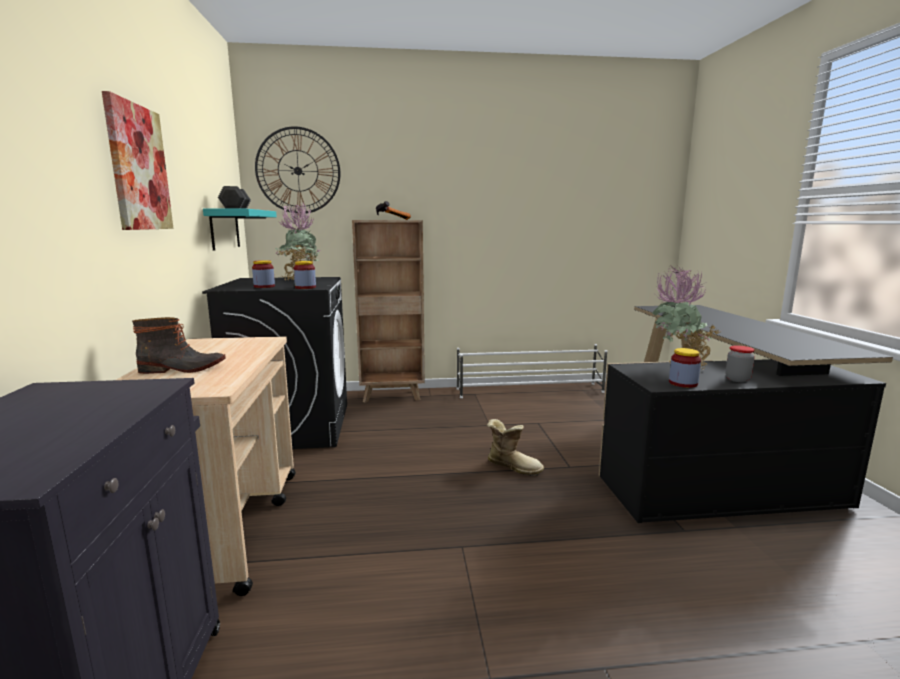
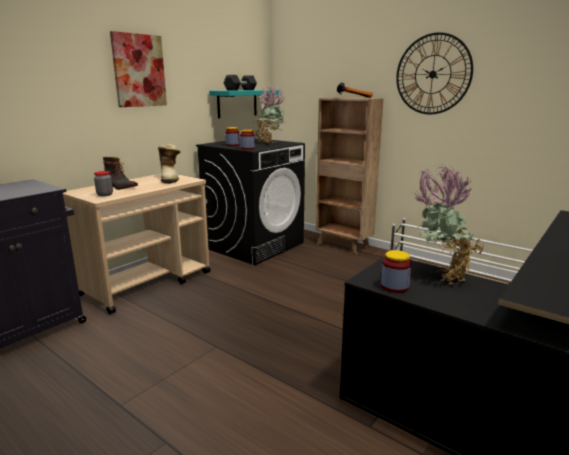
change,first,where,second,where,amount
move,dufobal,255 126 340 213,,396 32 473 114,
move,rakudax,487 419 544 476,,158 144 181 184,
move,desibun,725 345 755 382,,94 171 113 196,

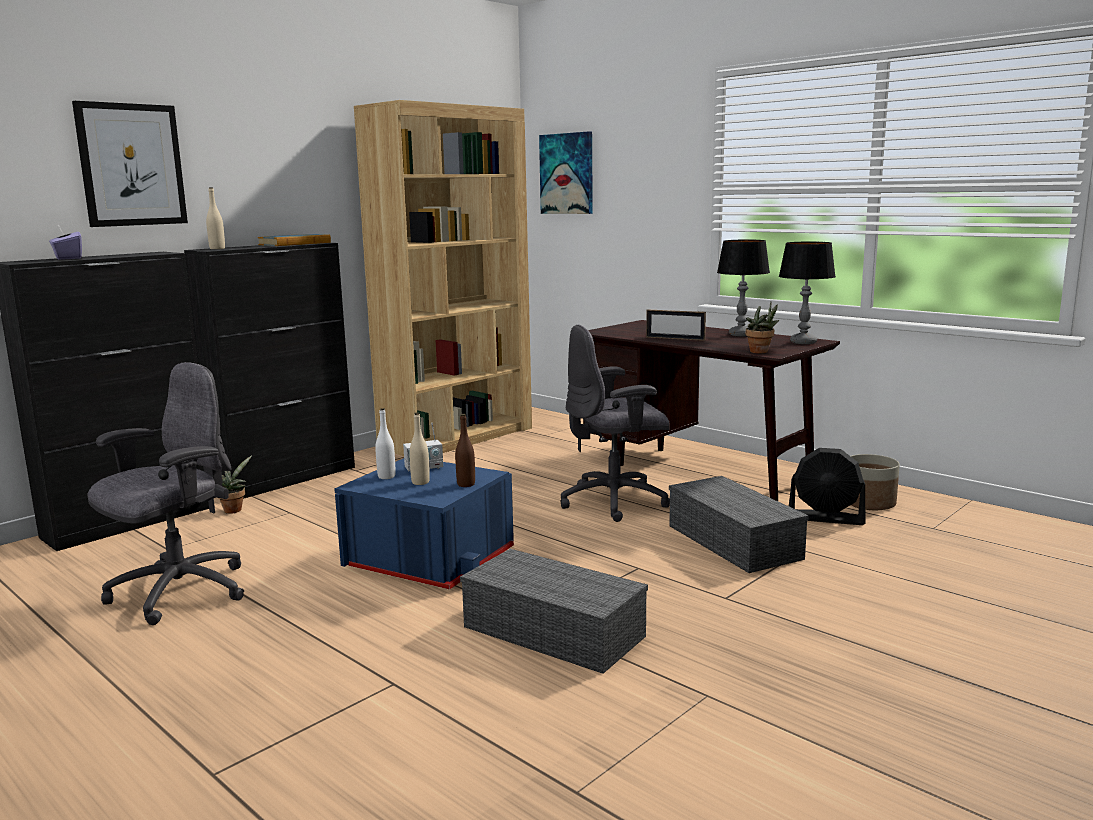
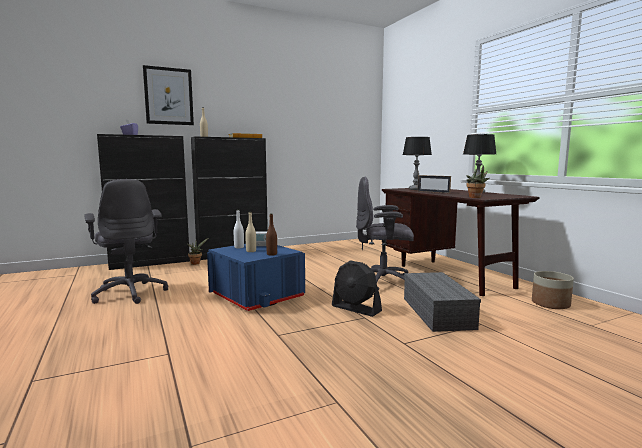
change,first,where,second,where,amount
rotate,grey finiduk,87 362 244 625,,84 179 168 304,90 degrees clockwise
delete,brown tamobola,354 100 532 456,,,
delete,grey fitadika,460 549 648 674,,,
delete,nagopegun,539 131 593 214,,,
move,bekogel,779 242 836 344,,403 137 432 190,
move,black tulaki,789 448 865 525,,332 260 382 317,

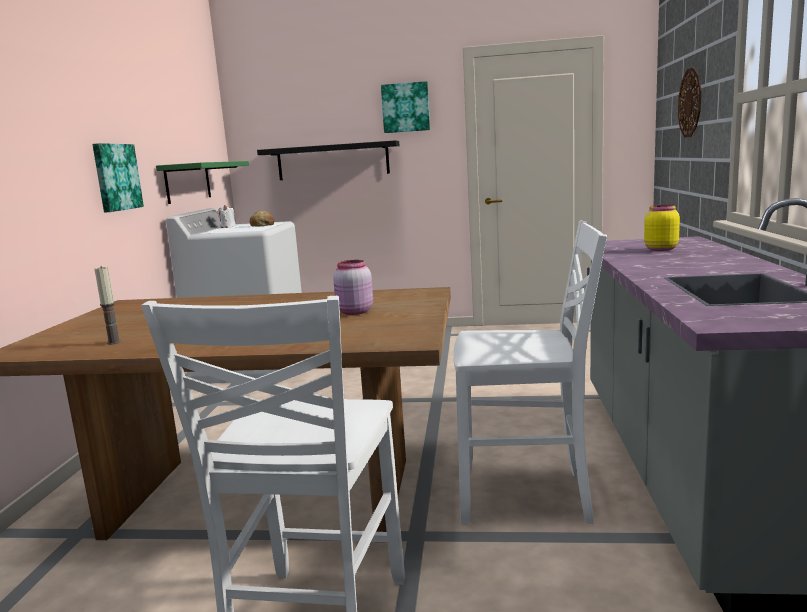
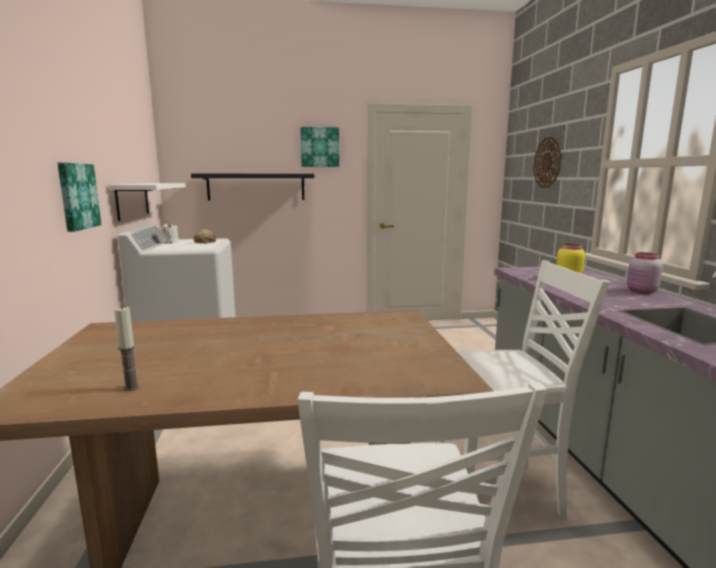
change,first,where,second,where,amount
recolor,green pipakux,156 161 249 204,white pipakux,109 183 186 221,
move,pink desibun,333 260 373 315,,627 252 663 294,

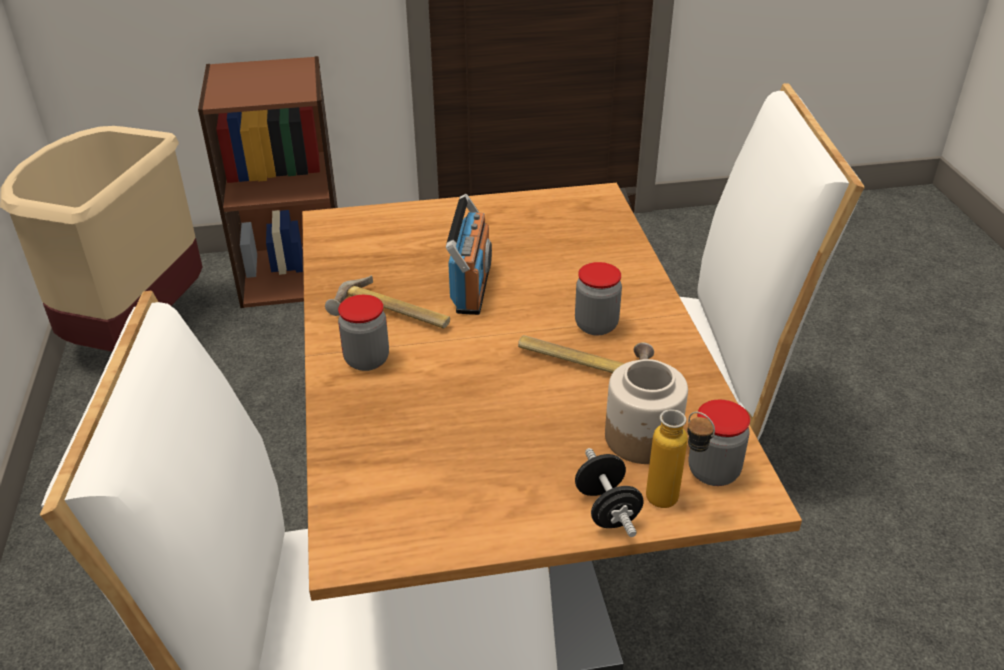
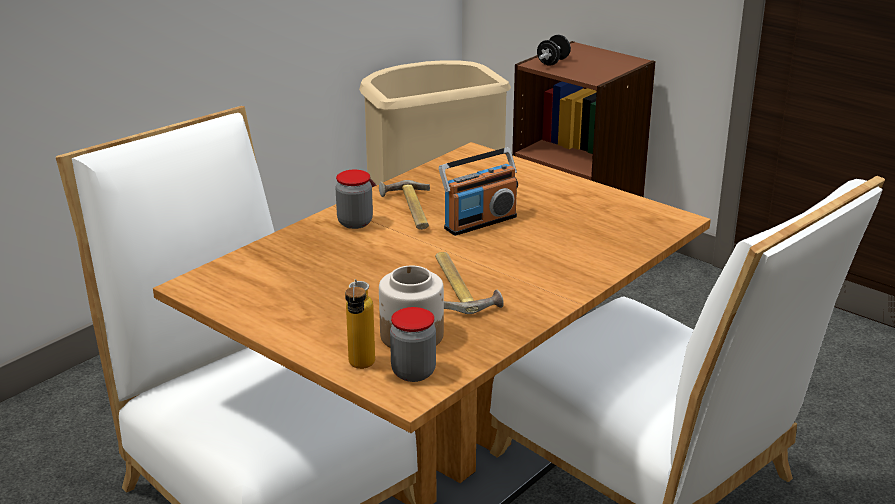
change,first,where,second,where,amount
delete,desibun,575 262 622 335,,,
move,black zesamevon,575 448 644 537,,537 35 571 66,

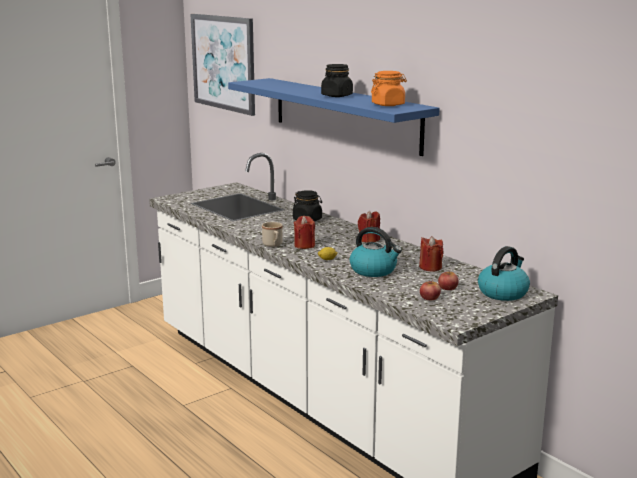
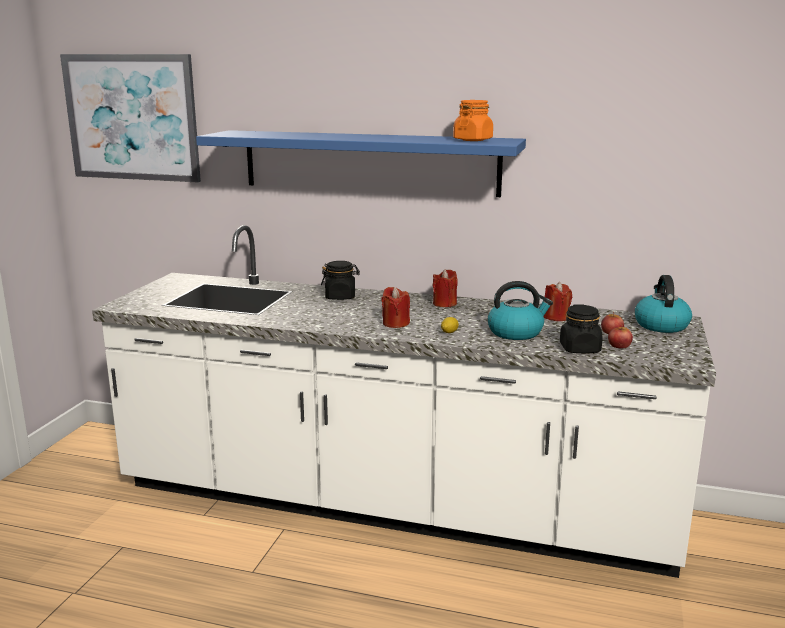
change,first,where,second,where,amount
delete,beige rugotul,262 222 283 247,,,
move,black desibun,321 64 353 97,,560 305 602 353,

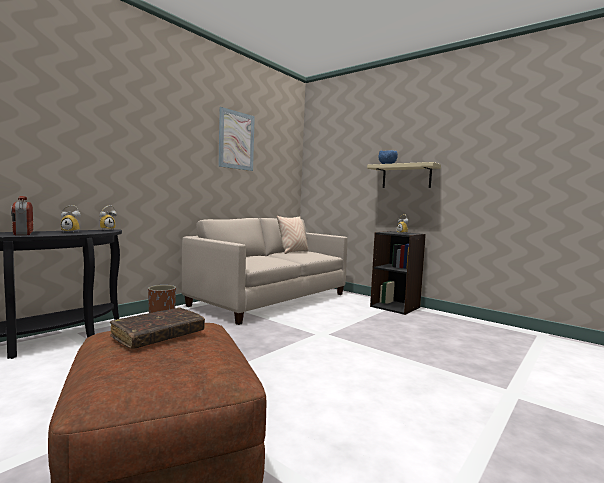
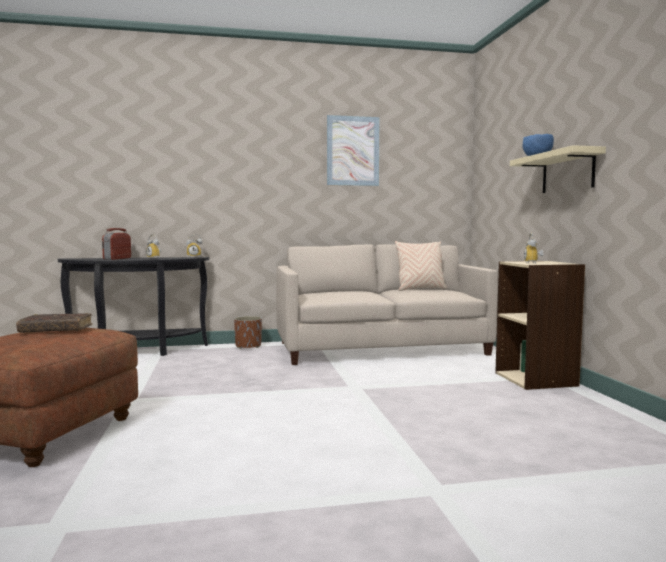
change,first,where,second,where,amount
recolor,black tamobola,370 231 426 315,beige tamobola,495 261 585 390,

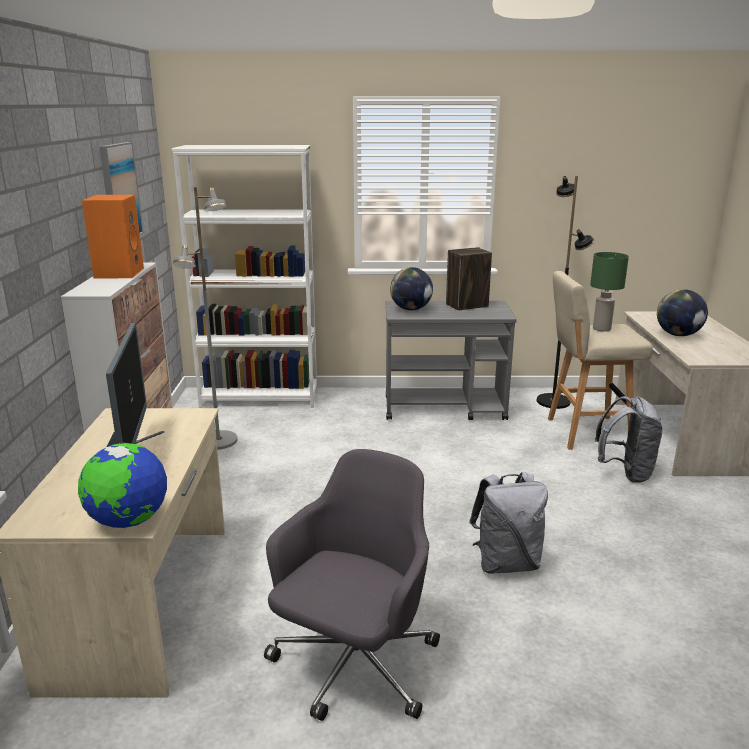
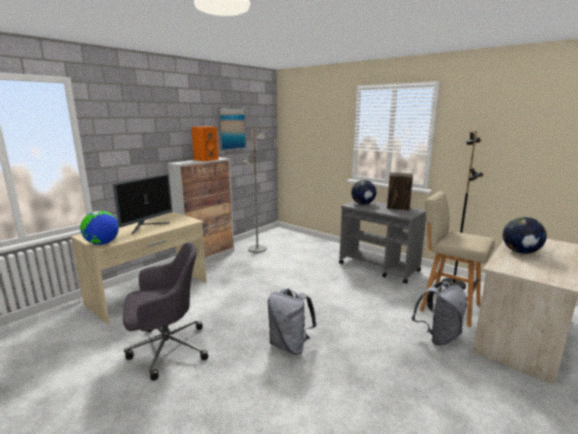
change,first,where,second,where,amount
delete,white tamobola,172 145 317 408,,,
delete,green bekogel,590 252 629 332,,,

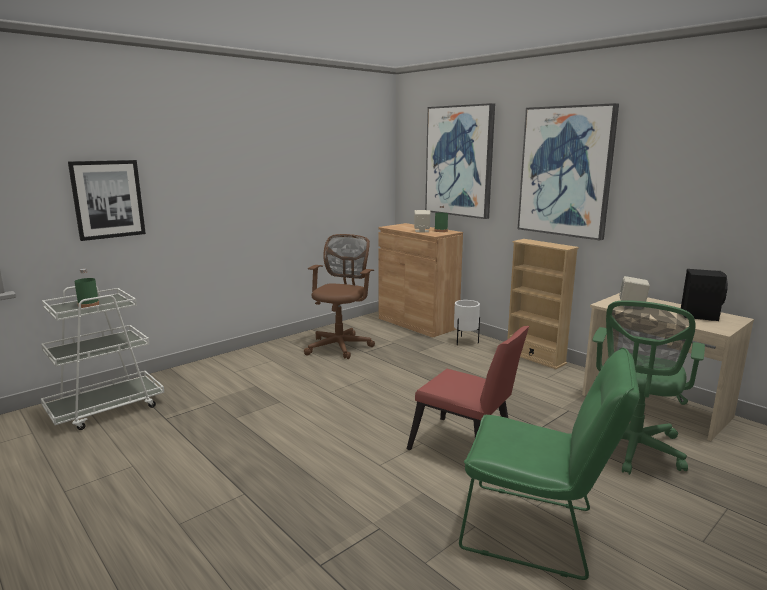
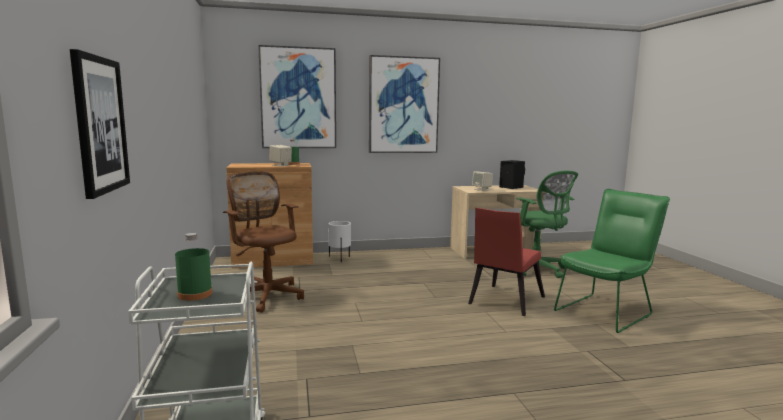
change,first,where,second,where,amount
rotate,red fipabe,407 326 529 450,,468 208 545 316,150 degrees clockwise
delete,beige tamobola,507 239 579 369,,,

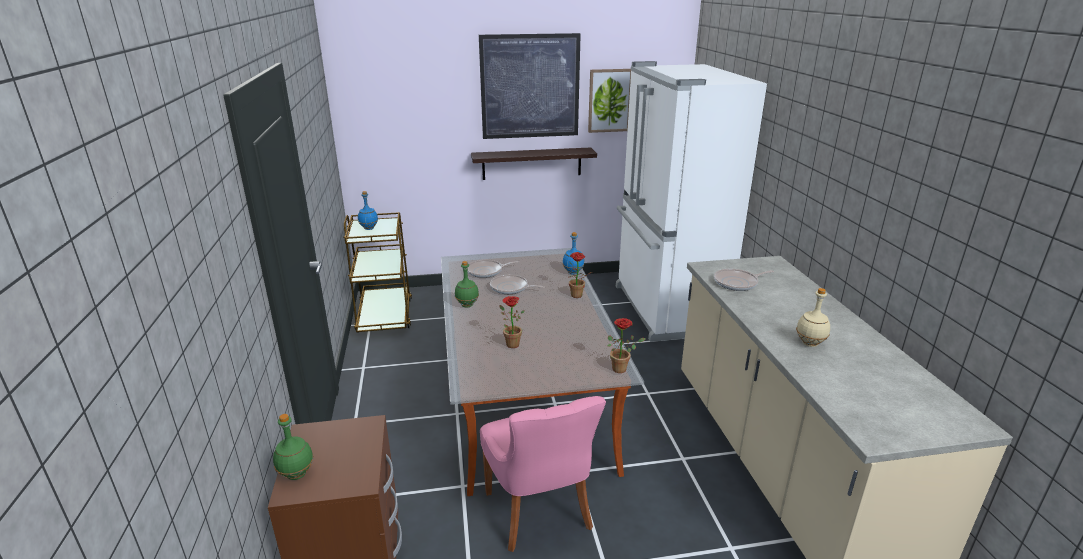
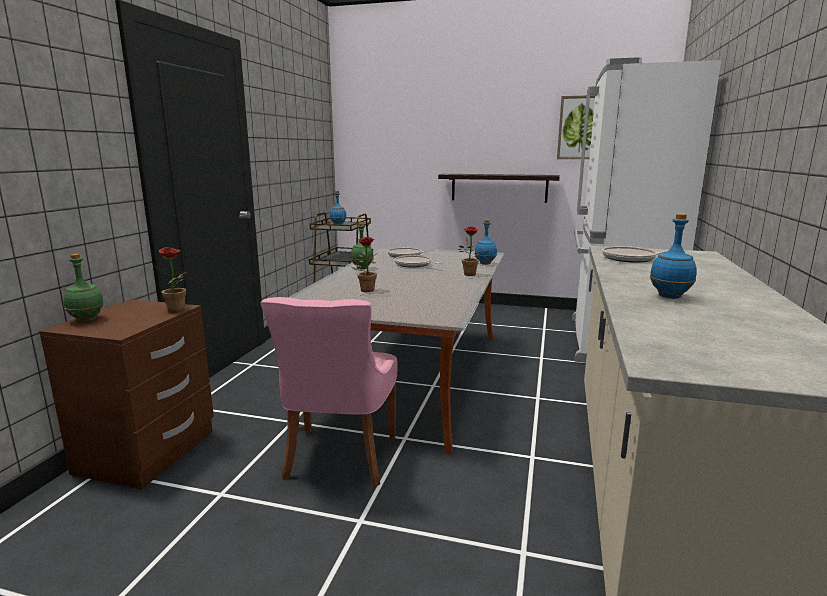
change,first,where,second,where,amount
delete,nagopegun,479 33 581 139,,,
move,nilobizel,608 318 646 373,,154 247 187 312,
recolor,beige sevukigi,796 288 830 347,blue sevukigi,650 214 697 299,

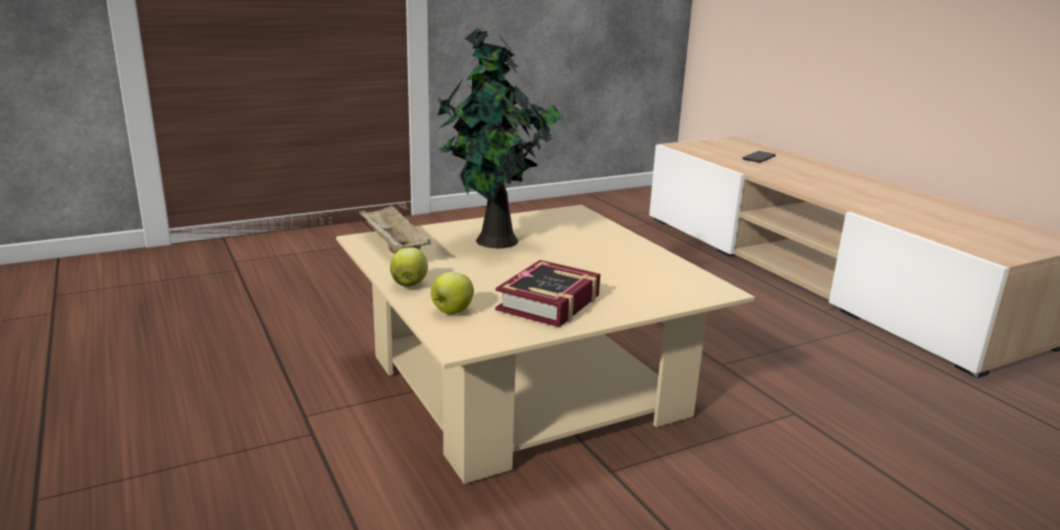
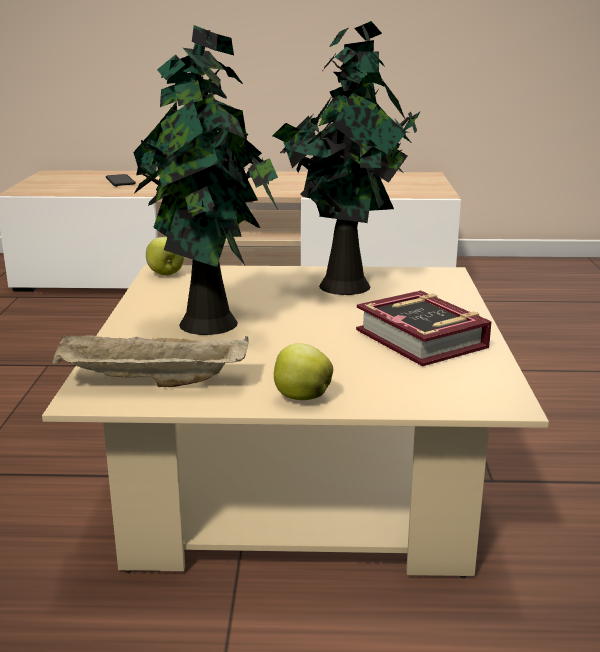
change,first,where,second,where,amount
move,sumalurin,431 272 474 314,,146 237 184 275,
insert,,,nilobizel,273 21 420 295,

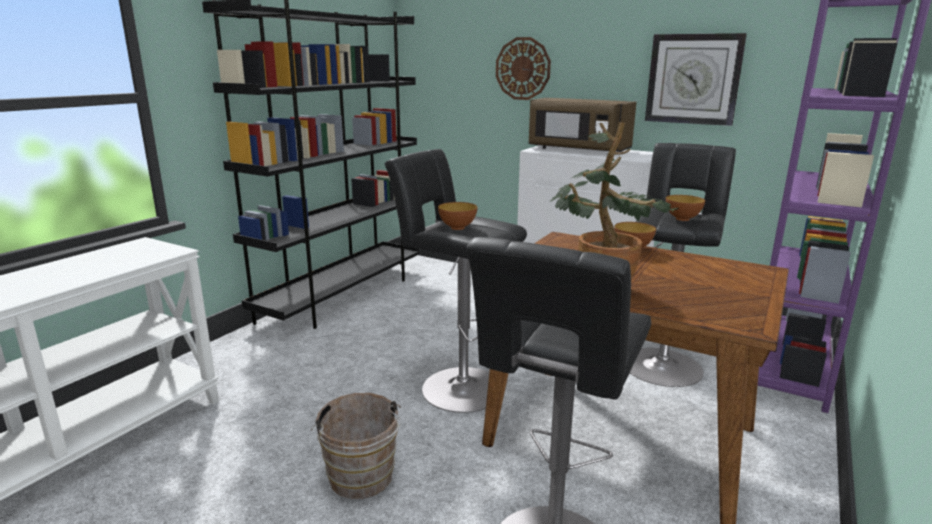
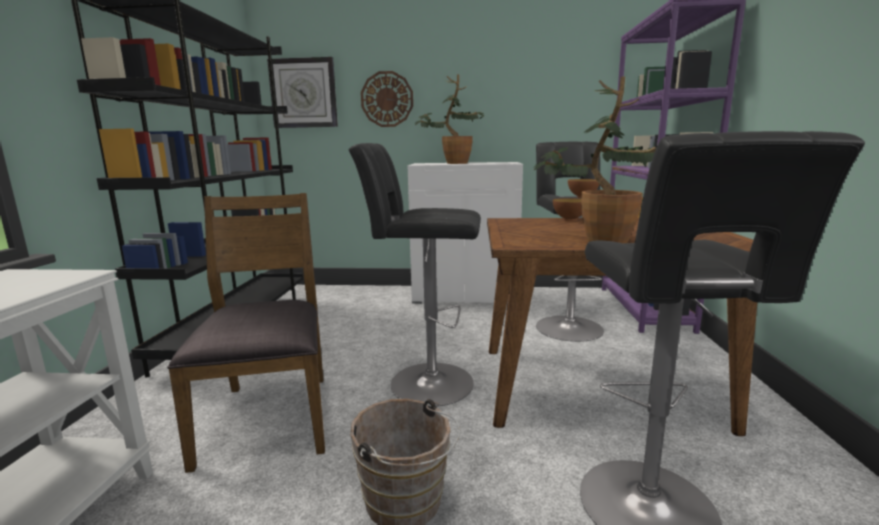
change,first,where,second,where,amount
delete,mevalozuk,438 202 477 230,,,
replace,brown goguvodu,529 98 636 152,nilobizel,414 74 484 164,
move,dufobal,645 33 747 126,,267 57 338 128,
insert,,,brown fipabe,167 193 325 473,

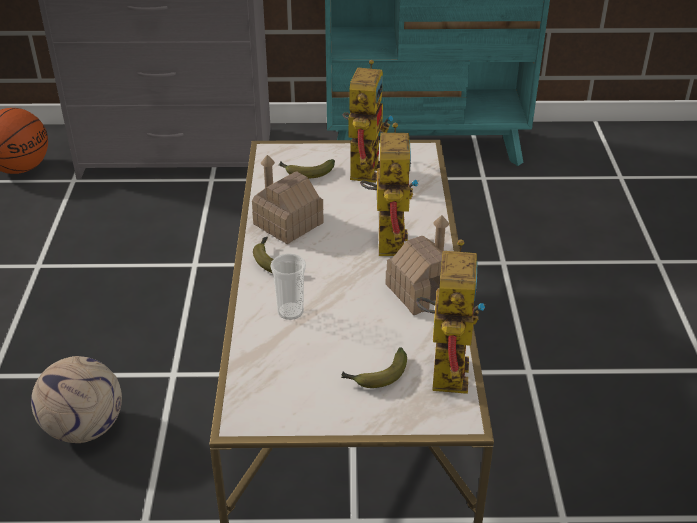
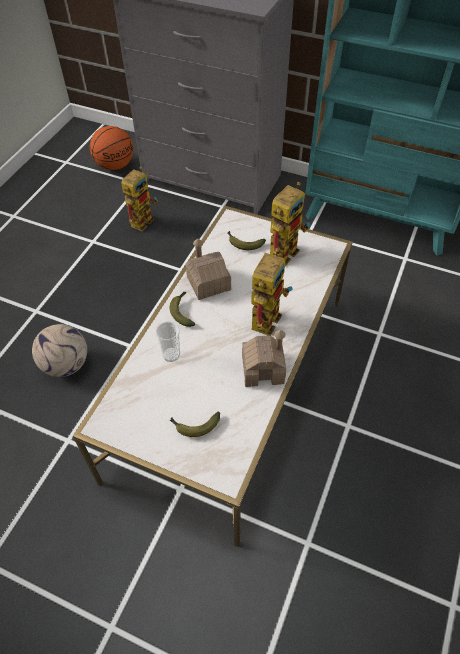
change,first,where,second,where,amount
move,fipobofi,416 239 486 394,,121 166 158 232,

